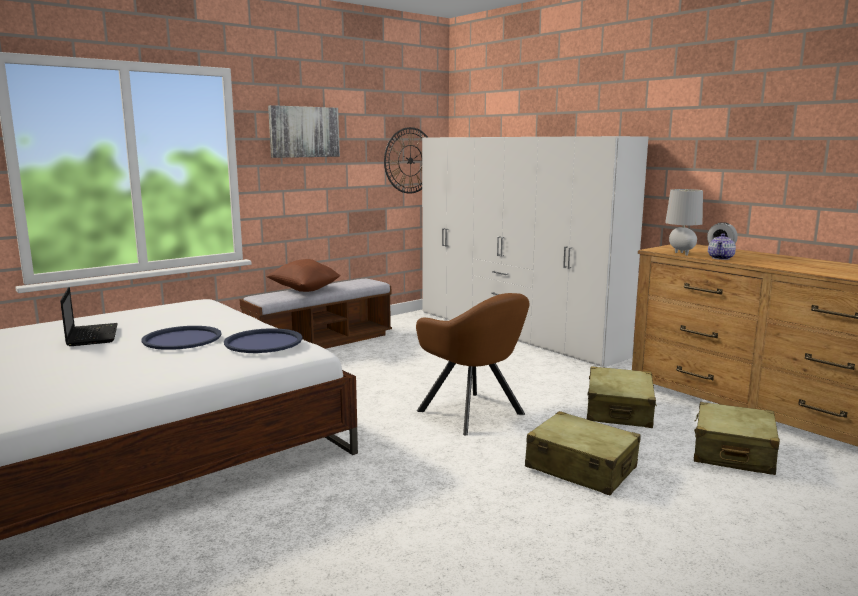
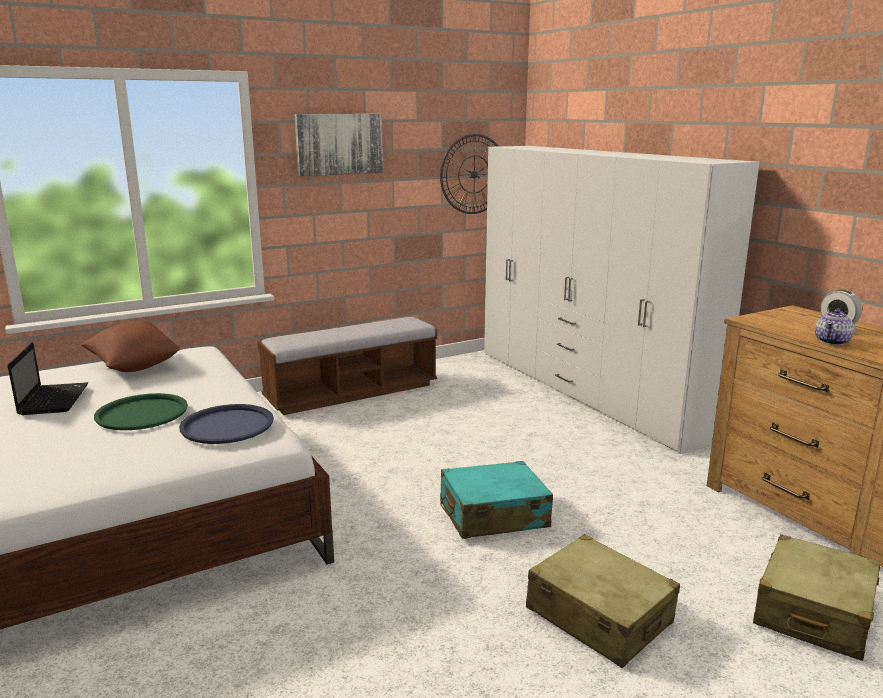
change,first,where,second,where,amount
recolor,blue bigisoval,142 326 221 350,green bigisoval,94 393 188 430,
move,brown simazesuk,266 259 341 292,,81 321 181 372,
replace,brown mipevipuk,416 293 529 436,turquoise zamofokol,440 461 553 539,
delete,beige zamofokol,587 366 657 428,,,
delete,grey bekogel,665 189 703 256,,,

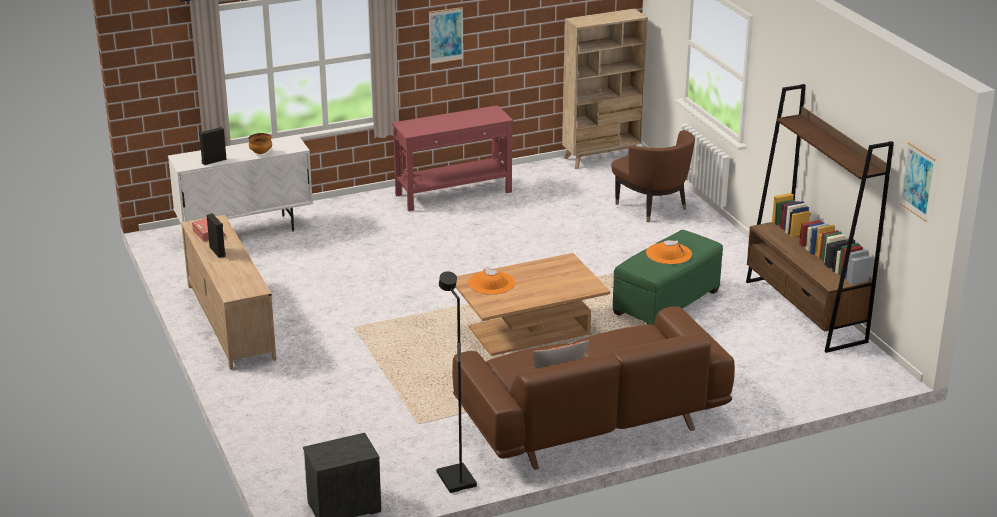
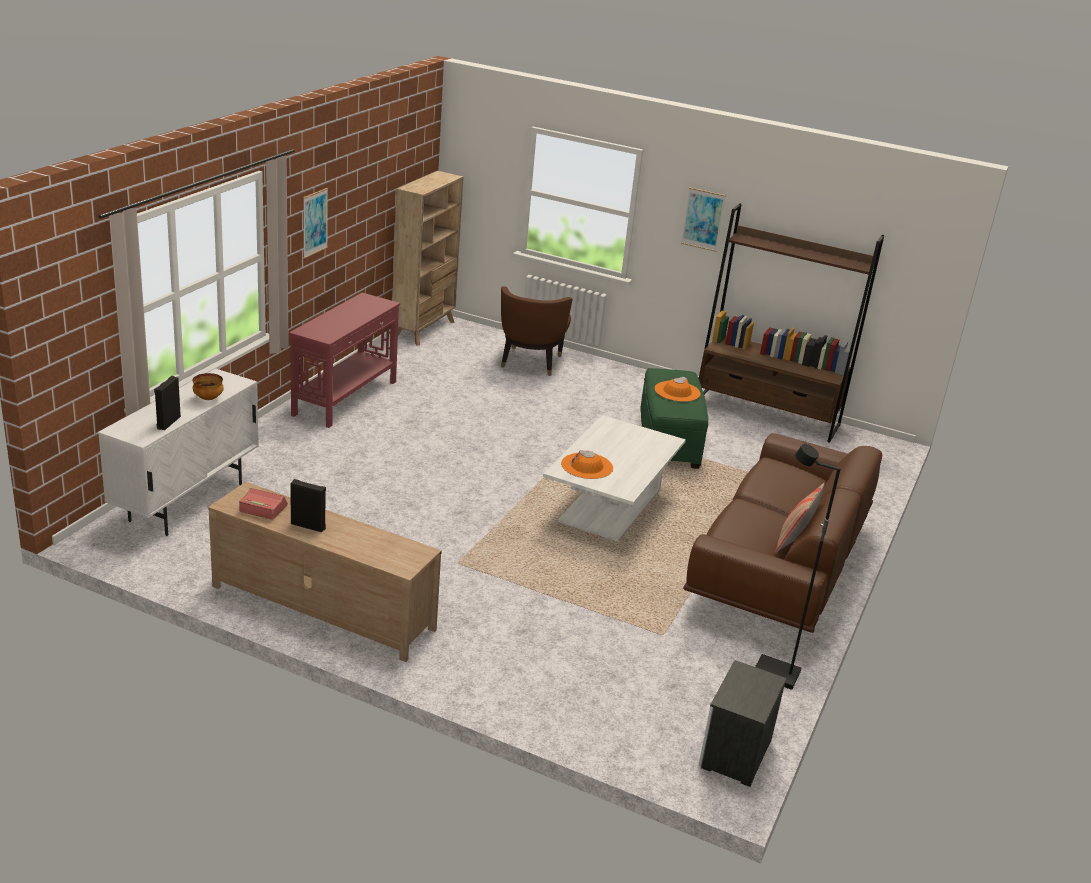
change,first,where,second,where,amount
recolor,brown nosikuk,455 253 610 356,white nosikuk,543 415 686 542,
rotate,brown mipevipuk,611 130 695 222,,501 286 572 376,90 degrees clockwise
move,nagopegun,899 142 936 222,,681 187 726 252,

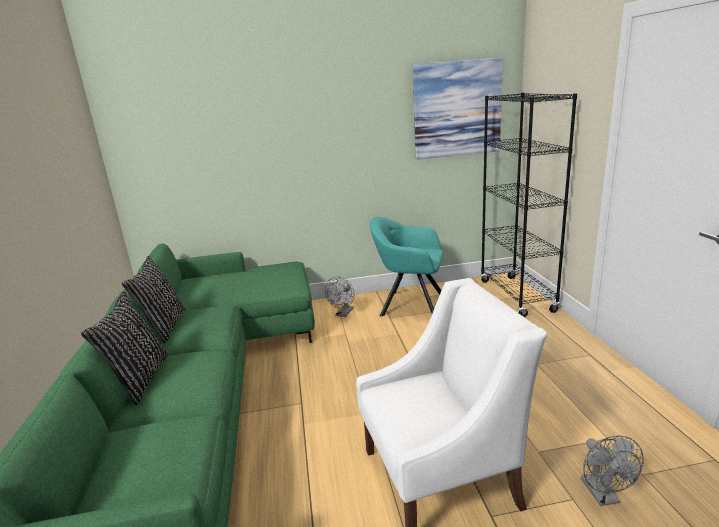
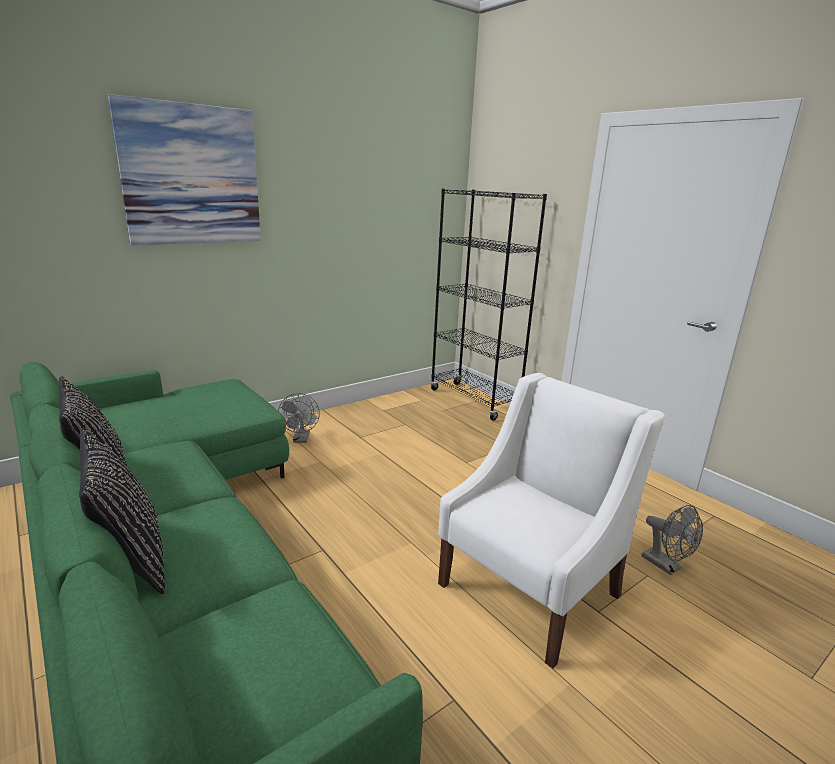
change,first,where,second,where,amount
delete,turquoise mipevipuk,370 217 443 316,,,
move,nagopegun,413 58 503 160,,108 94 261 245,

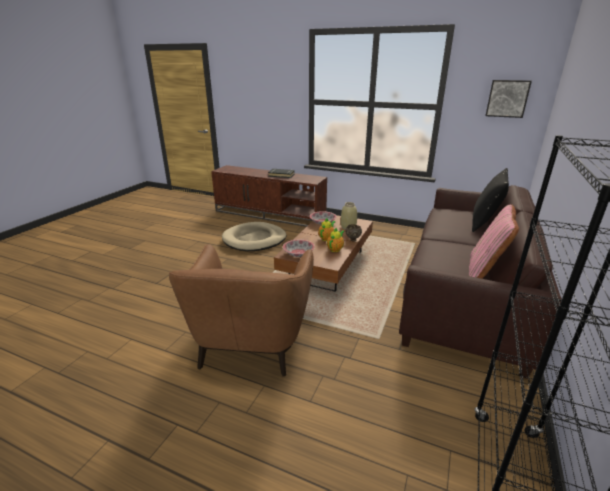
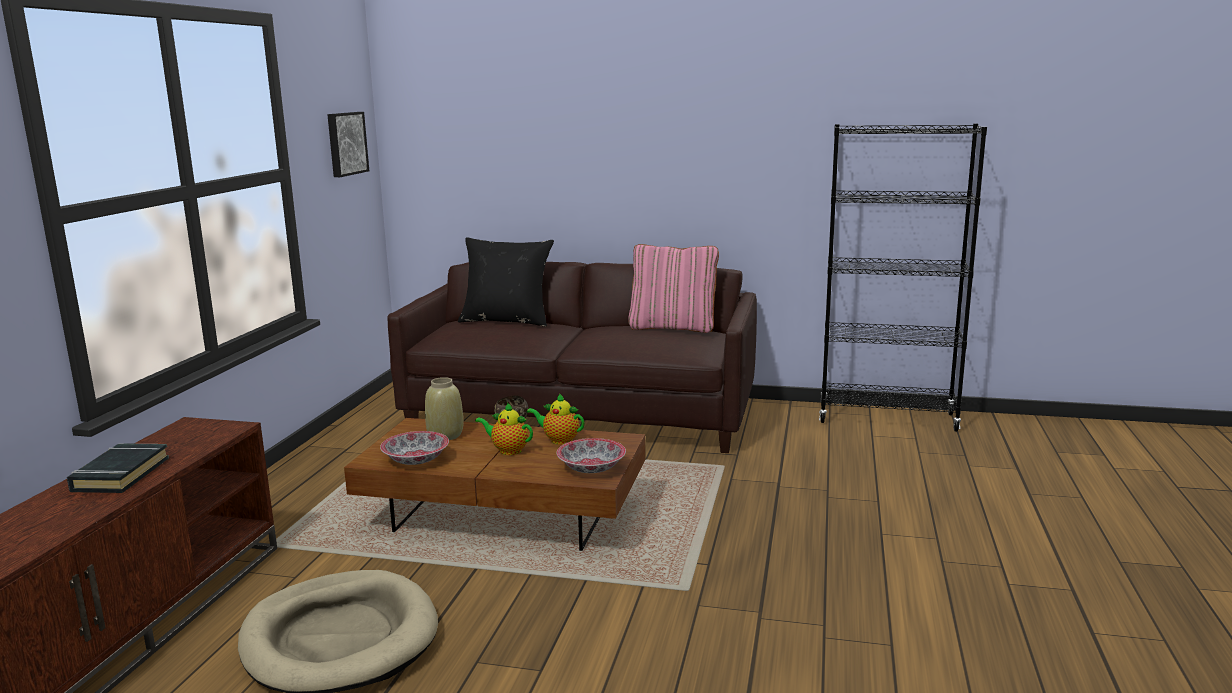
change,first,where,second,where,amount
delete,brown mipevipuk,169 244 314 376,,,

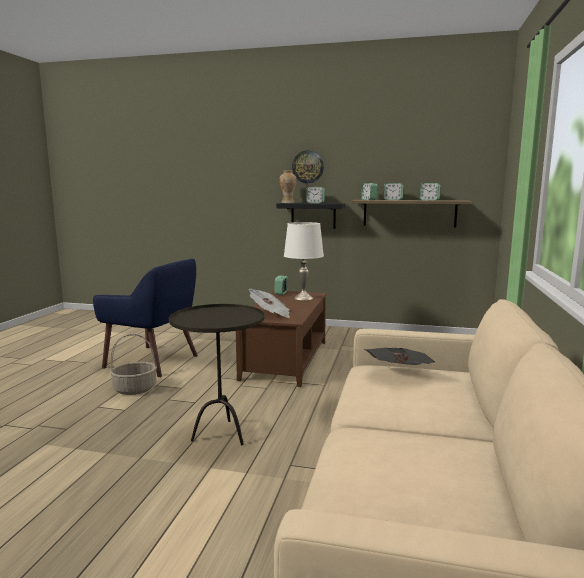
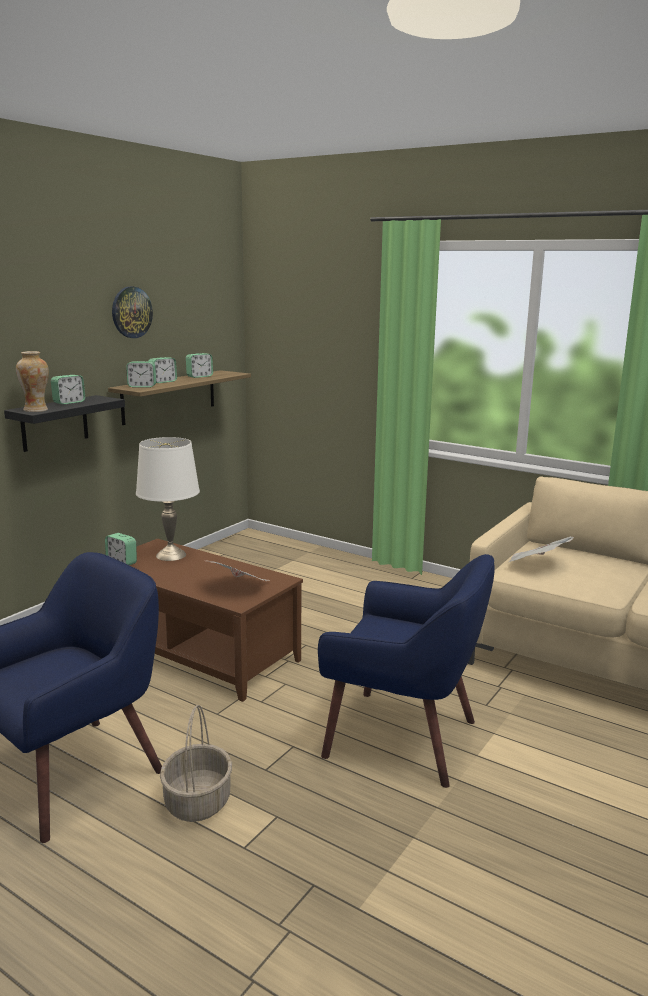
change,first,where,second,where,amount
replace,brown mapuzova,169 304 265 445,blue mipevipuk,318 554 495 788,
move,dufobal,292 150 324 183,,112 287 153 338,

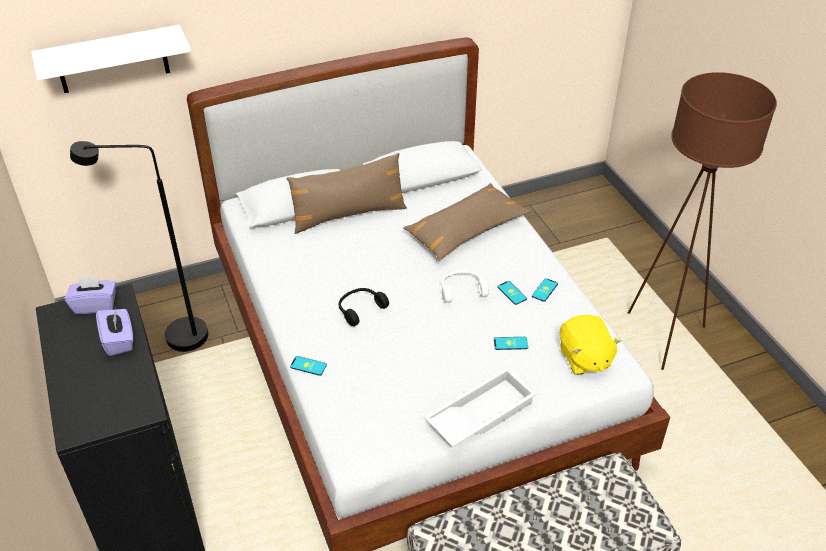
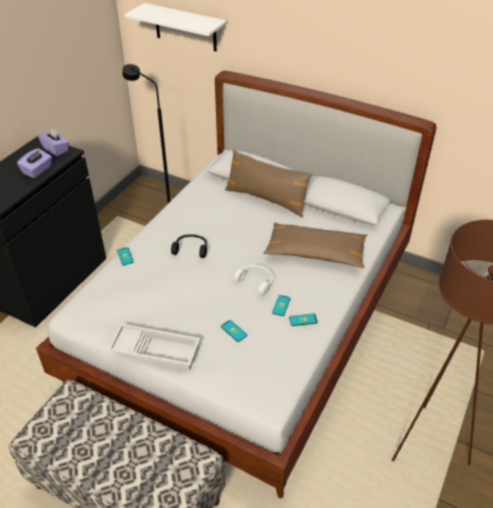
change,first,where,second,where,amount
delete,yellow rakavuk,560 315 621 375,,,

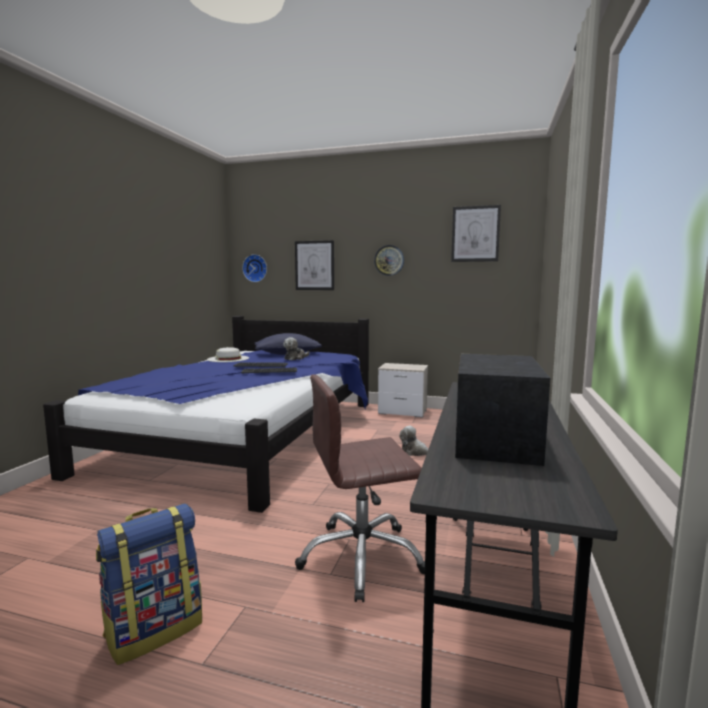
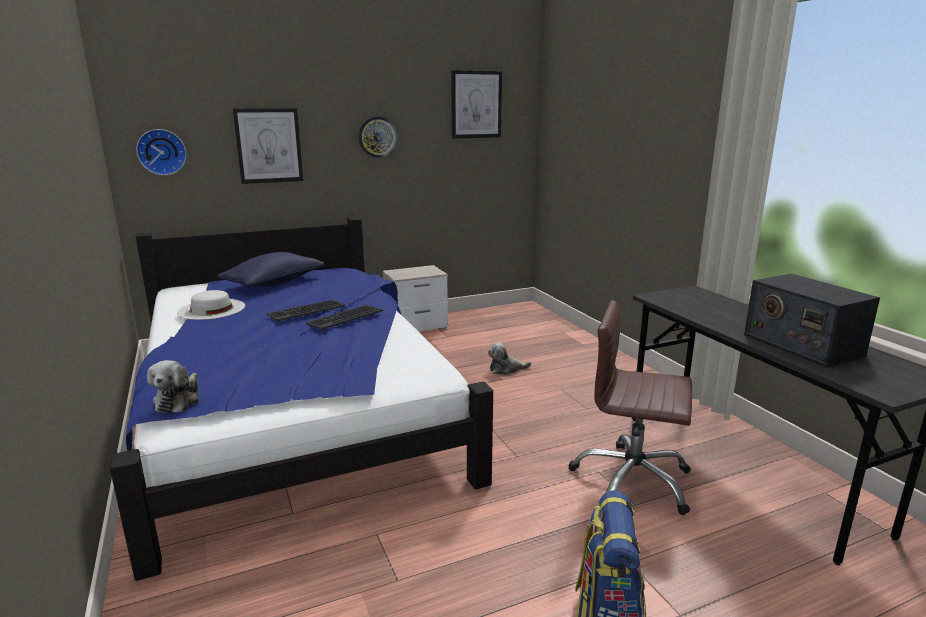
change,first,where,second,where,amount
move,rakavuk,283 337 310 361,,147 360 199 413,
rotate,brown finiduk,295 374 425 602,,568 300 692 515,75 degrees clockwise

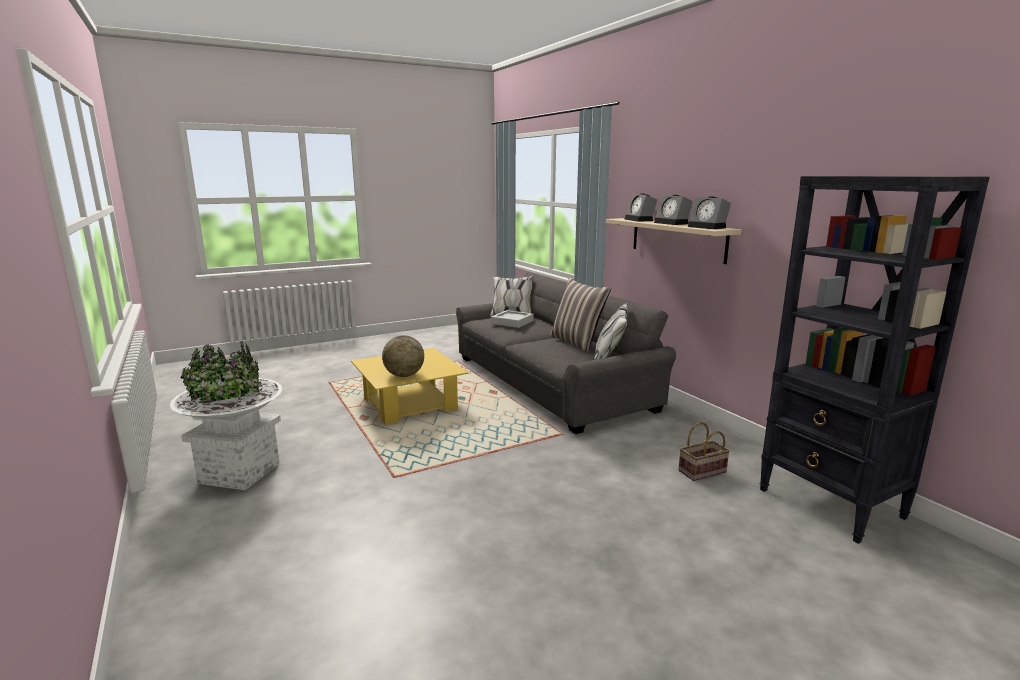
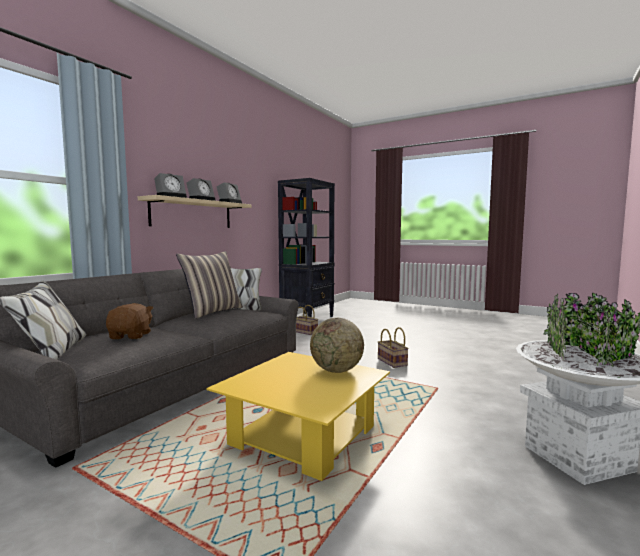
change,first,where,second,where,amount
replace,grey bigisoval,491 310 534 328,brown rakavuk,106 303 153 339,
insert,,,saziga,378 327 409 368,

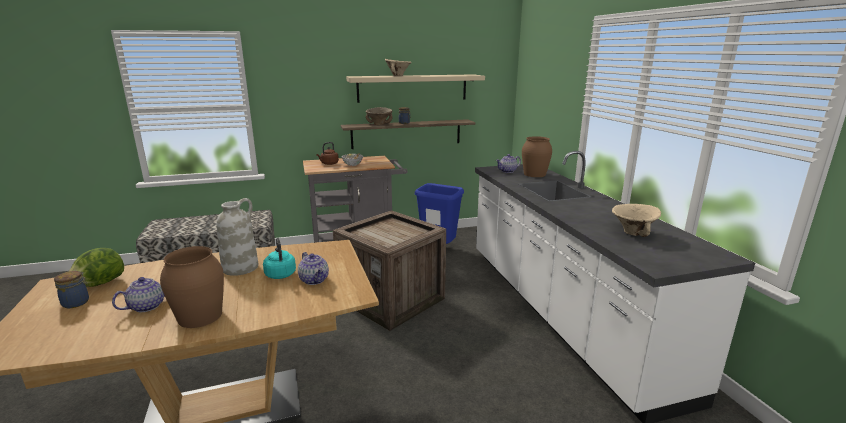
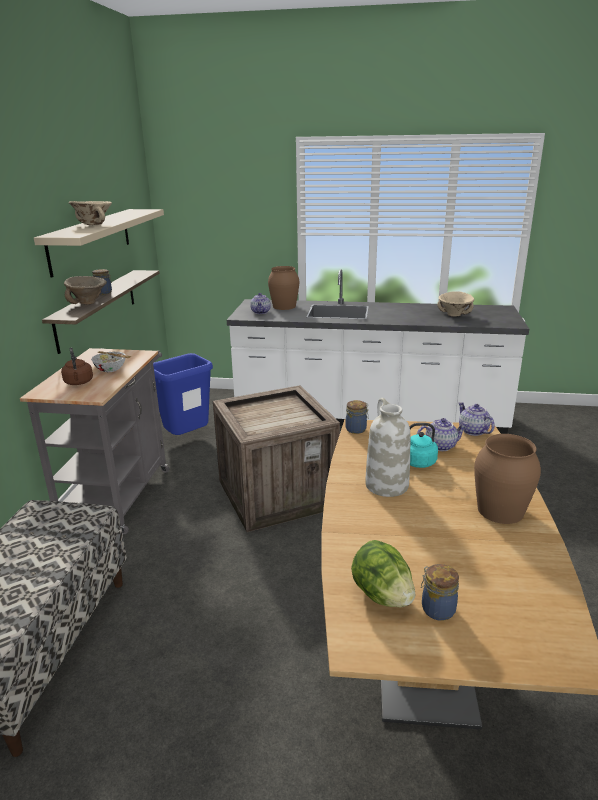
change,first,where,second,where,amount
move,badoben,112 277 165 312,,458 402 495 436,
insert,,,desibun,345 400 369 434,

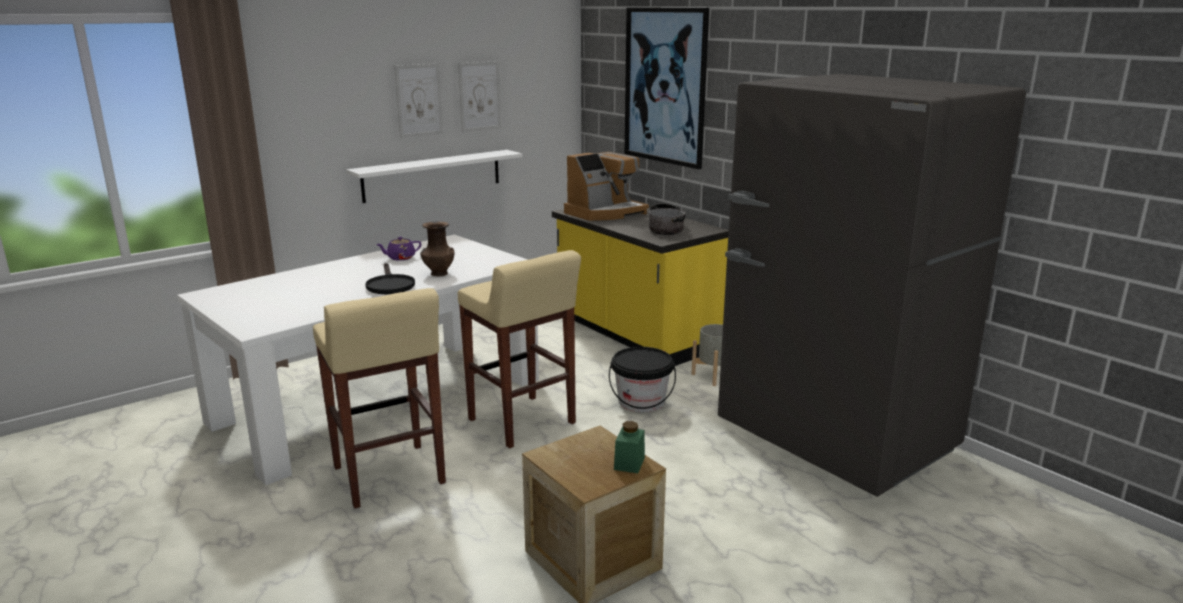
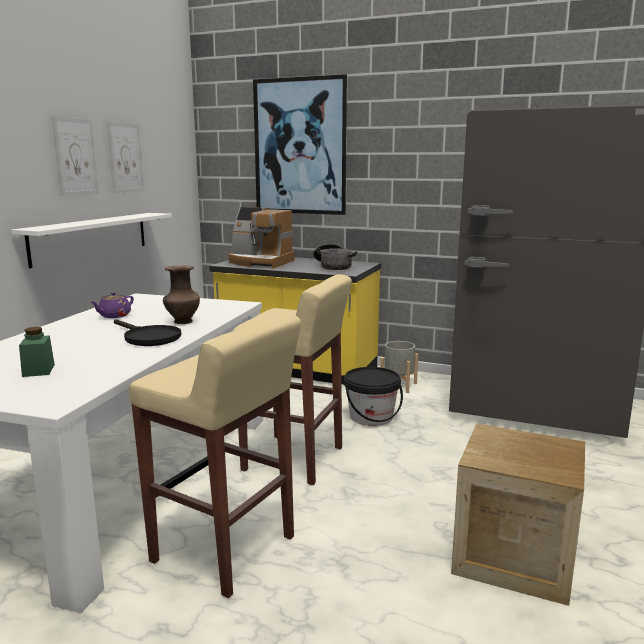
change,first,where,second,where,amount
rotate,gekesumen,564 152 649 221,,228 207 294 269,90 degrees clockwise
move,green desibun,614 421 645 473,,19 327 55 377,

